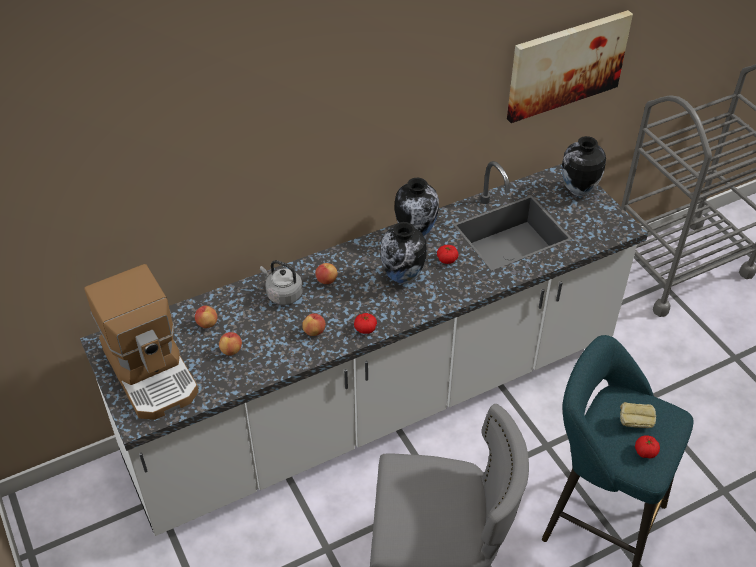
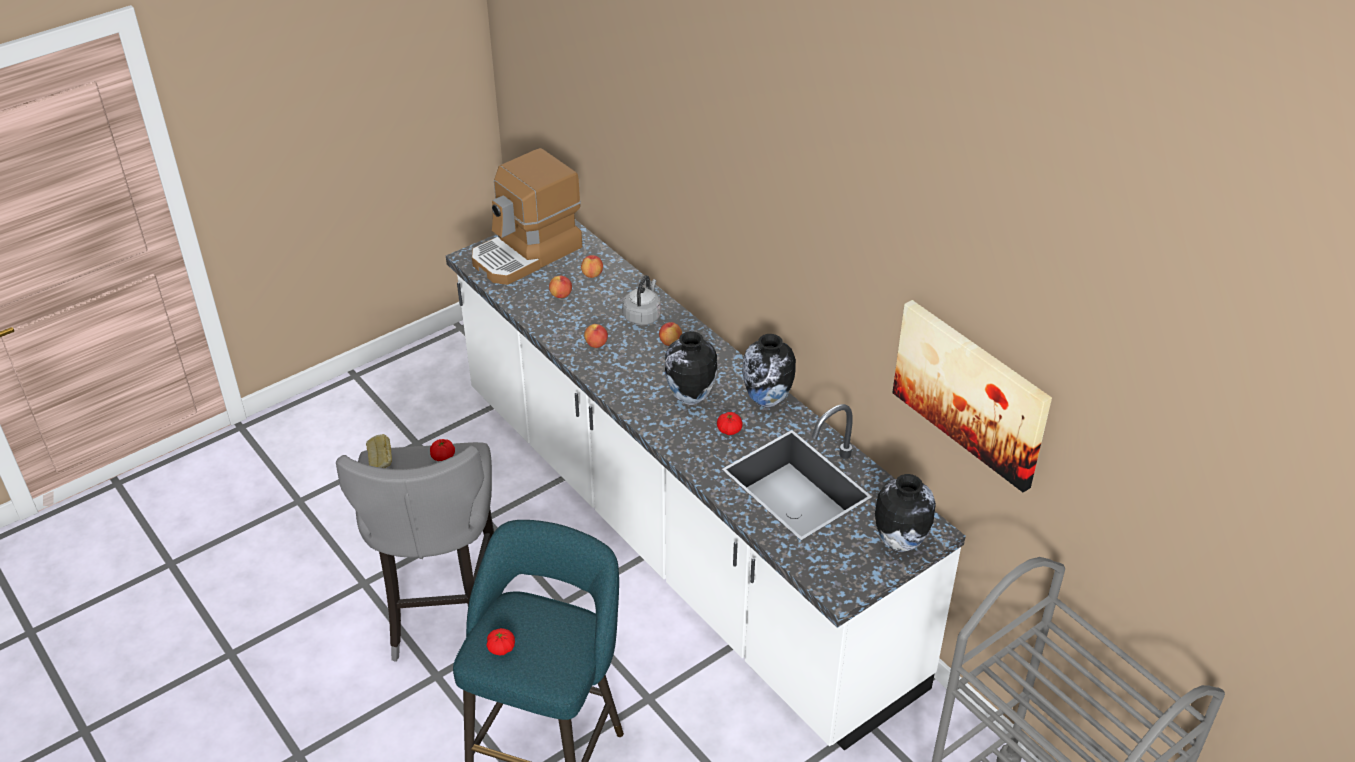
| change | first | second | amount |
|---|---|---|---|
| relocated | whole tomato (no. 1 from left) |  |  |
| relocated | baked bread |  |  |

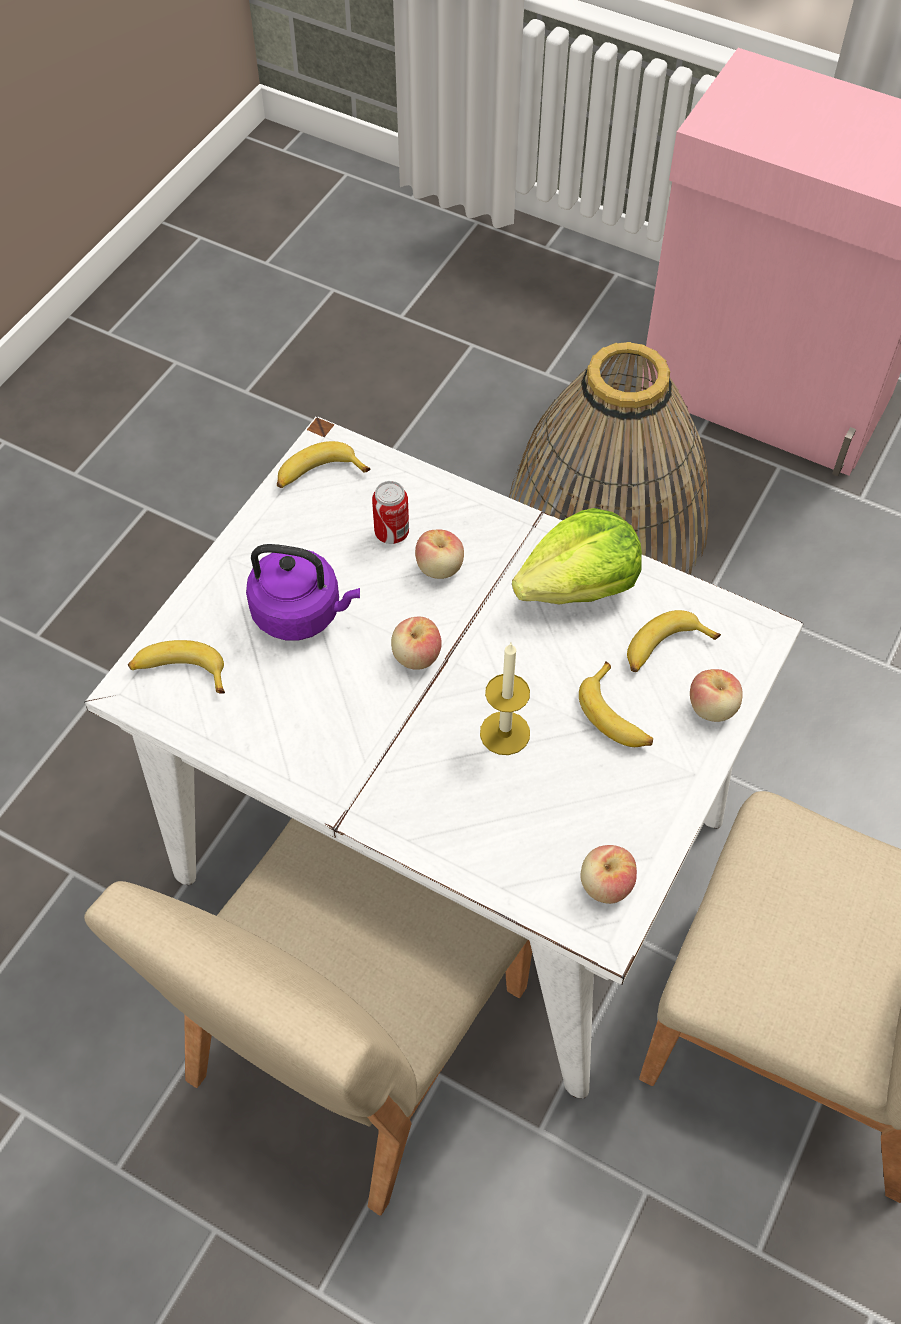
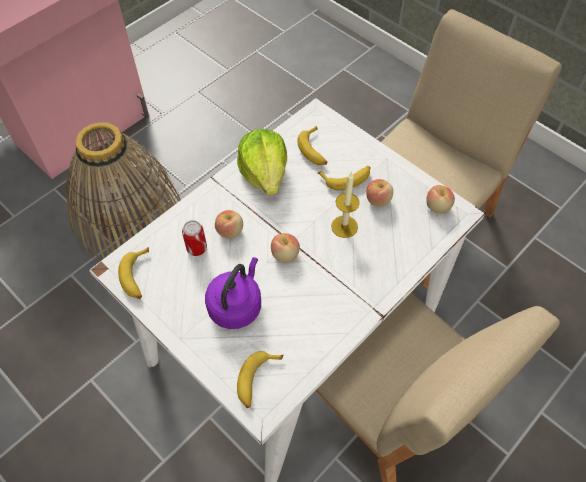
| change | first | second | amount |
|---|---|---|---|
| relocated | whole apple (no. 4 from left in the first image) | whole apple (no. 3 from left) |  |

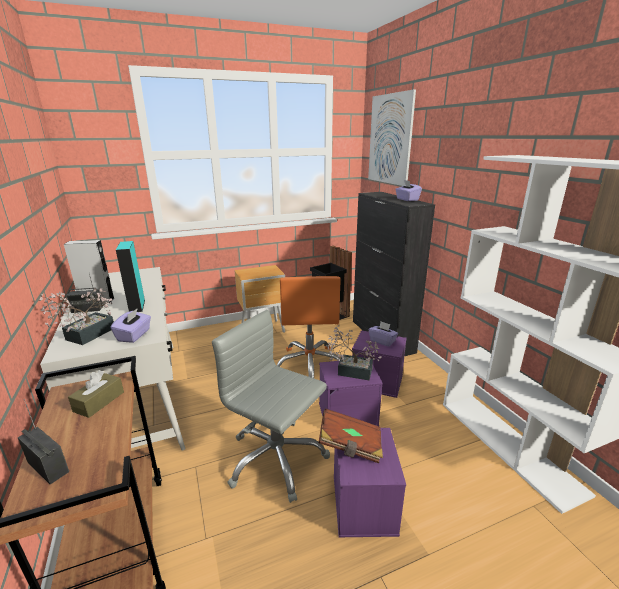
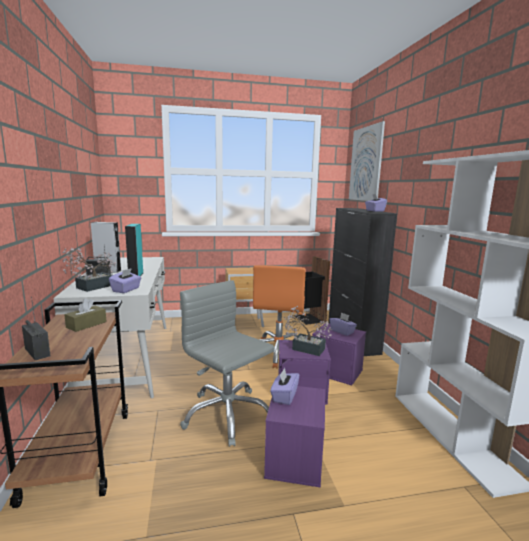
| change | first | second | amount |
|---|---|---|---|
| exchanged | brown book | purple tissue box (no. 2 from left) |  |

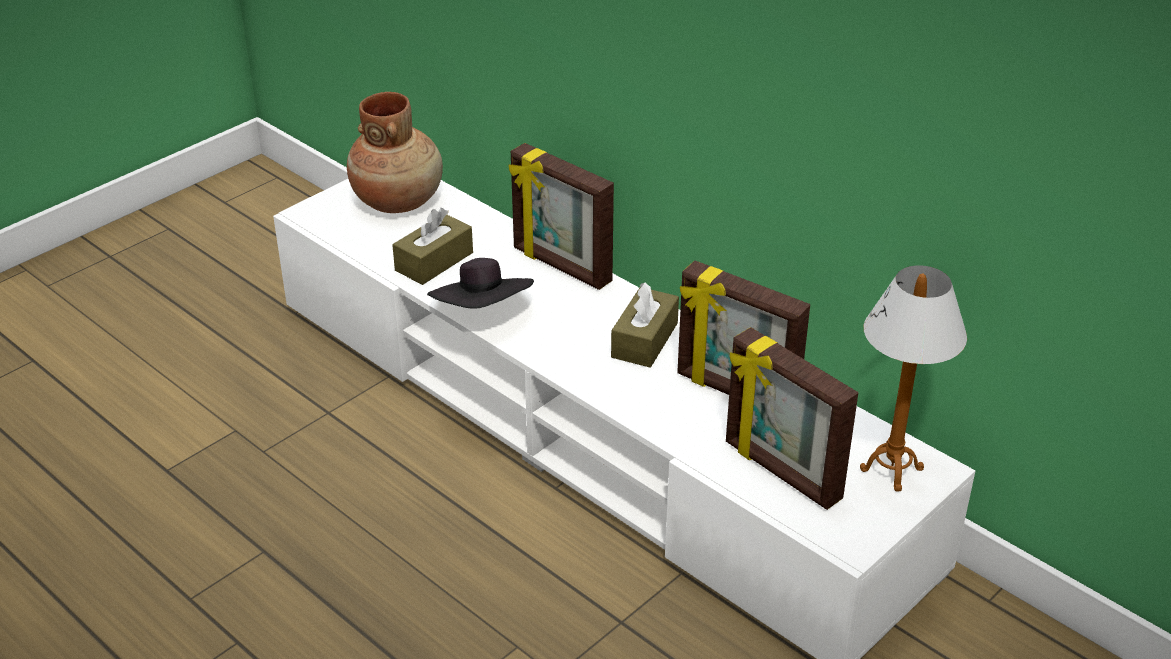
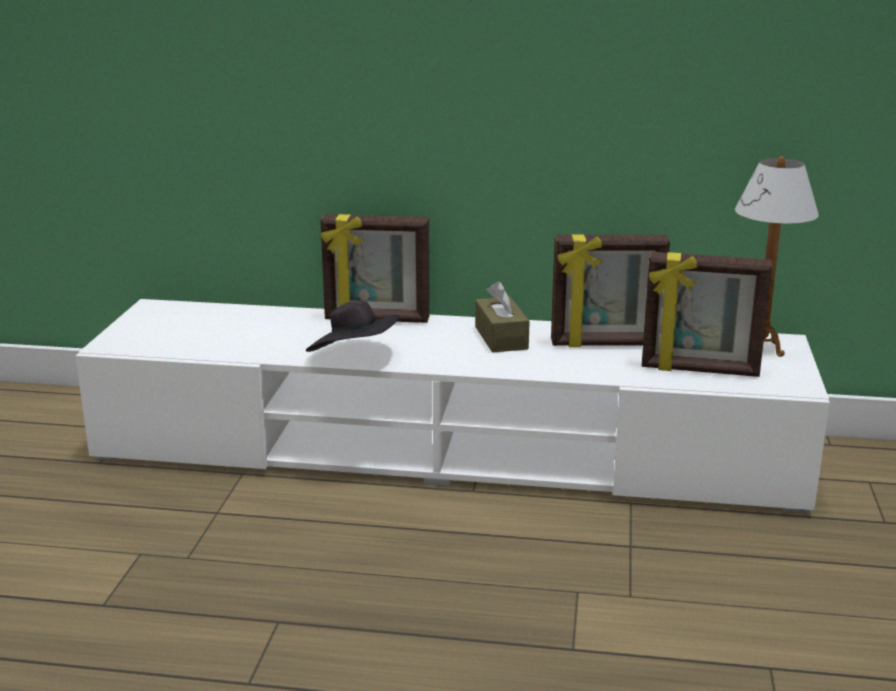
| change | first | second | amount |
|---|---|---|---|
| missing | brown flower vase |  |  |
| missing | brown tissue box (no. 1 from left) |  |  |

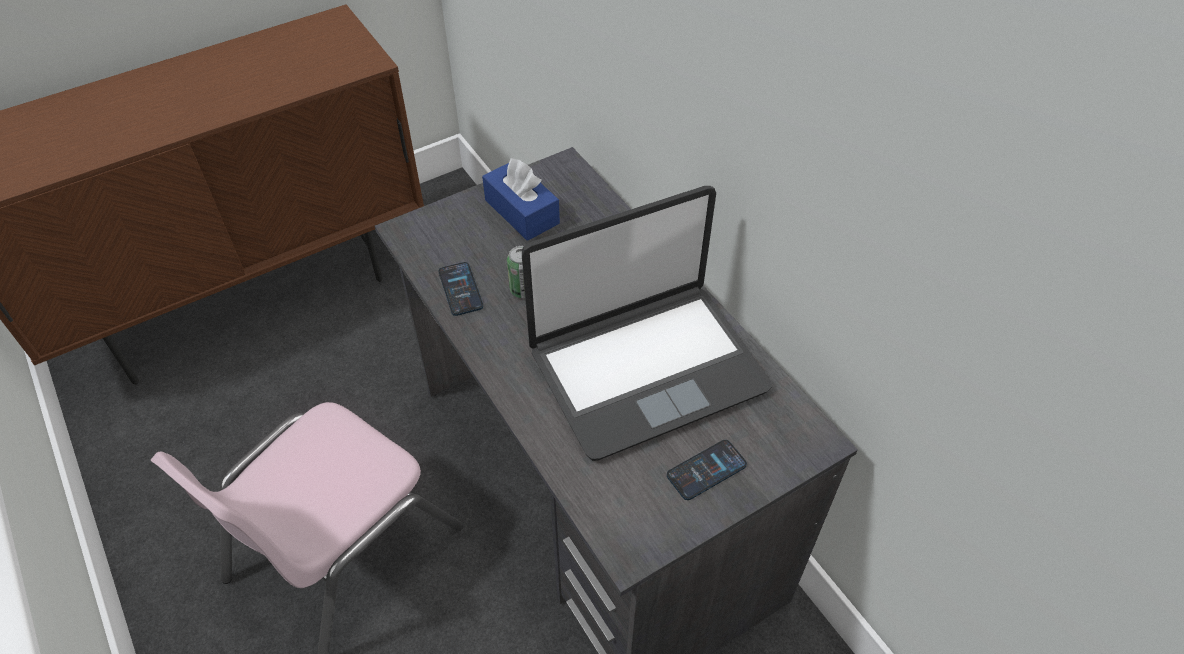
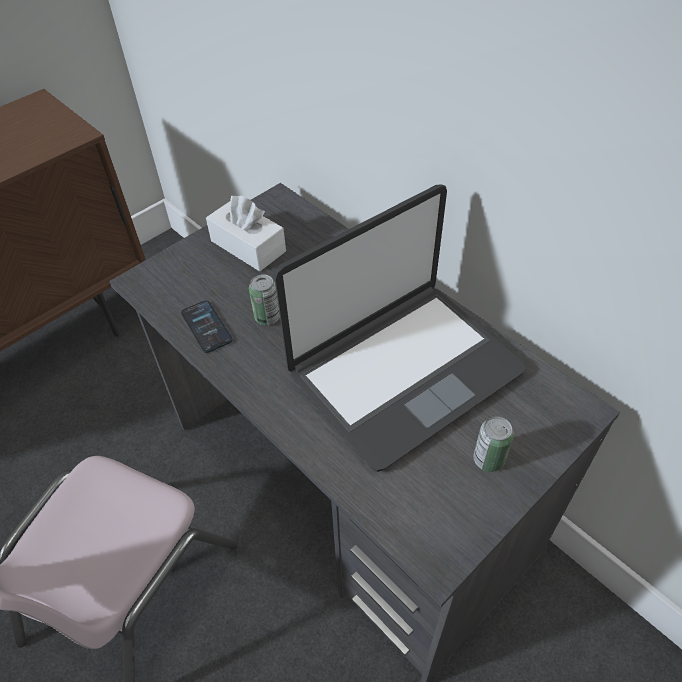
| change | first | second | amount |
|---|---|---|---|
| exchanged | telephone (no. 2 from left) | sealed can (no. 2 from left) |  |
| colour | blue tissue box | white-coloured tissue box |  |

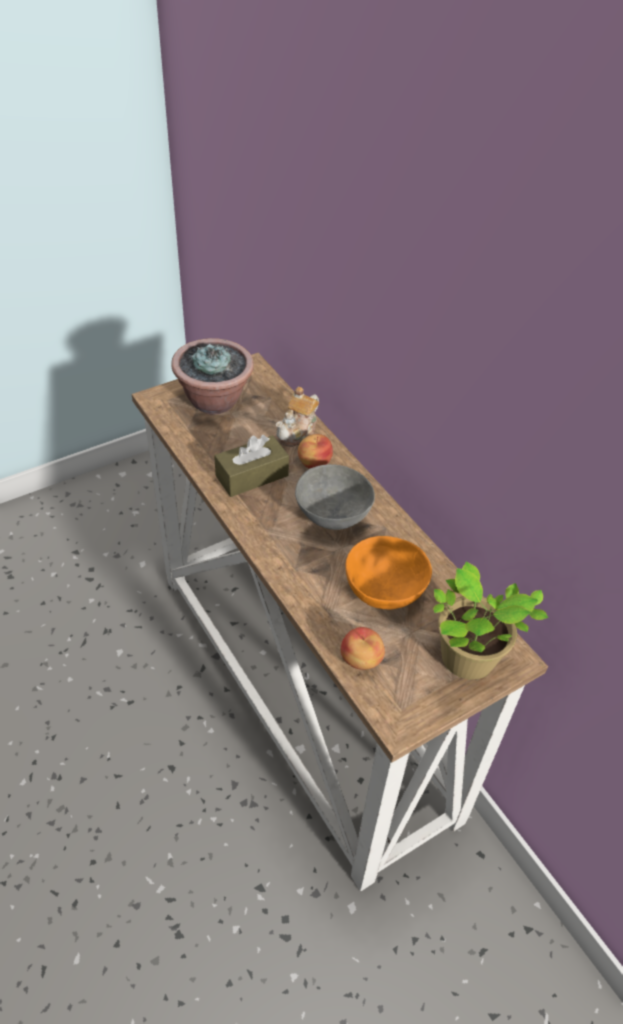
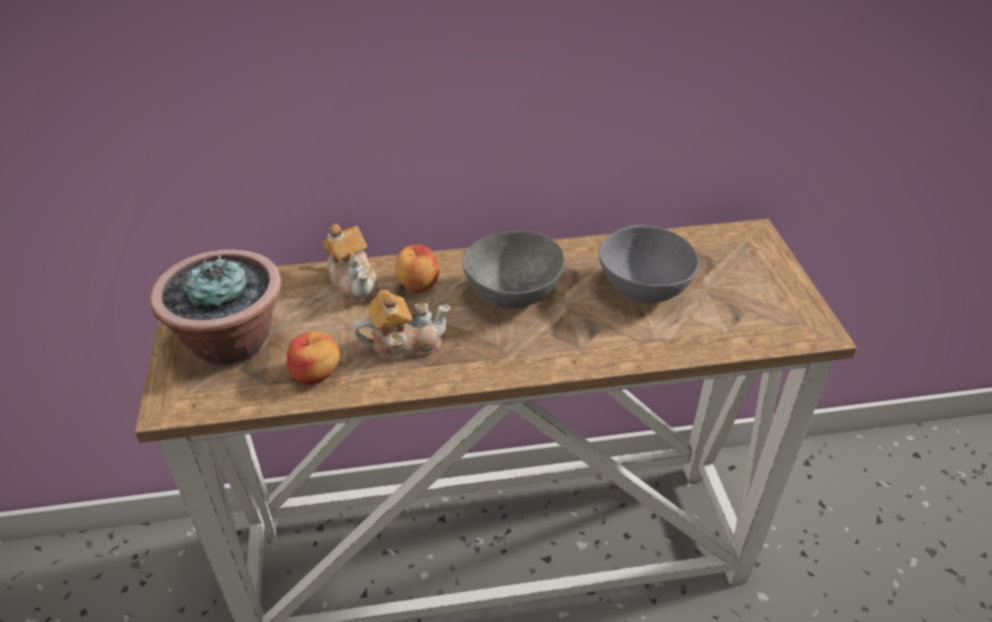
| change | first | second | amount |
|---|---|---|---|
| missing | plant in a pot (no. 2 from left) |  |  |
| relocated | whole apple (no. 2 from left in the first image) | whole apple (no. 1 from left) |  |
| exchanged | brown tissue box | teapot (no. 2 from left) |  |
| colour | orange deep dish | greyish deep dish (no. 2 from left) |  |

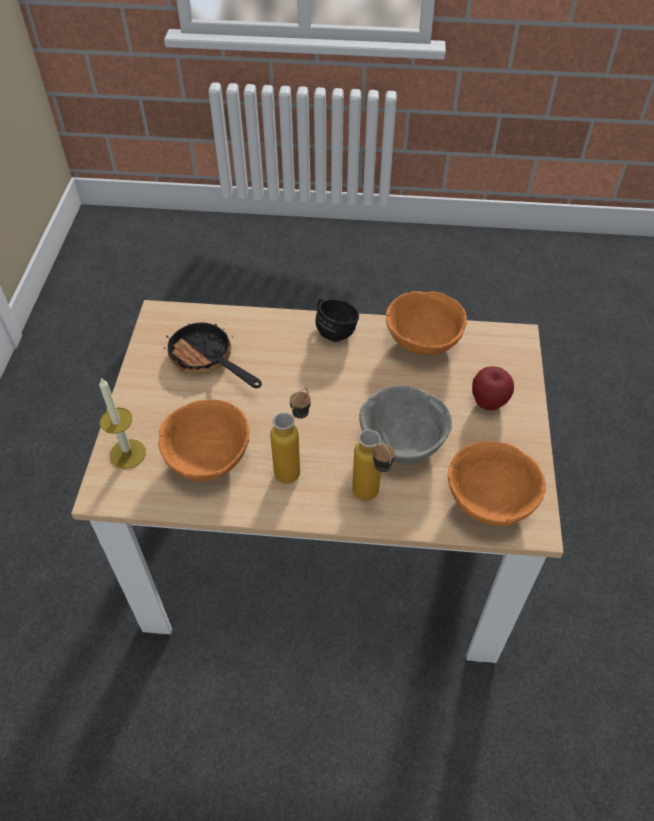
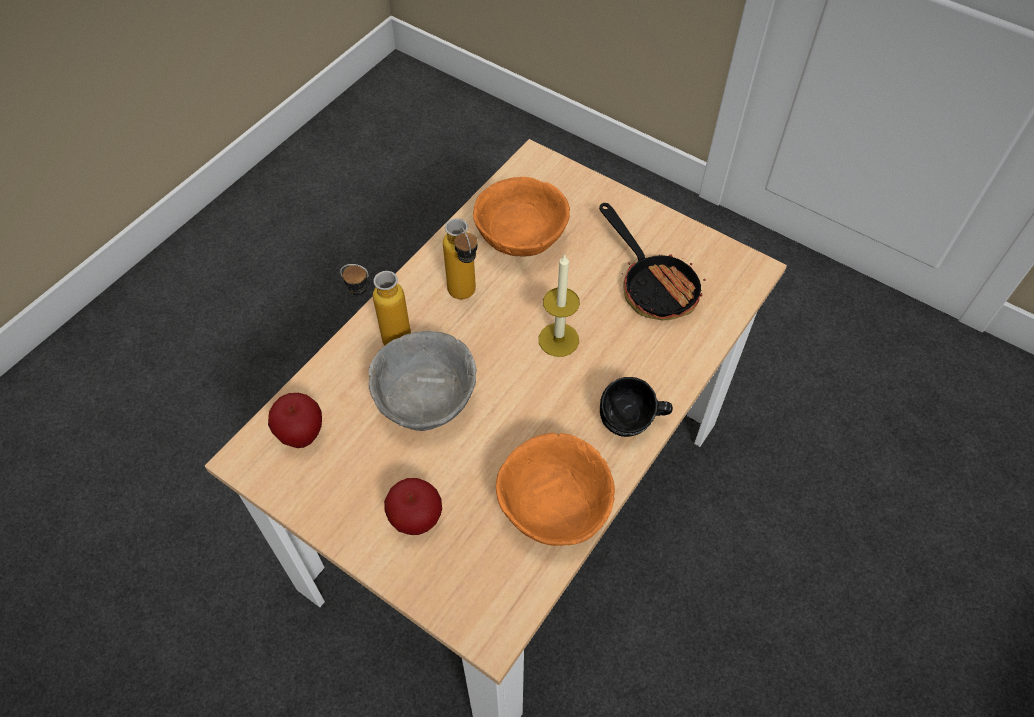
| change | first | second | amount |
|---|---|---|---|
| relocated | candle |  |  |
| exchanged | orange deep dish (no. 3 from left) | whole apple (no. 1 from left) |  |
| spun | pan |  | 75 degrees clockwise |

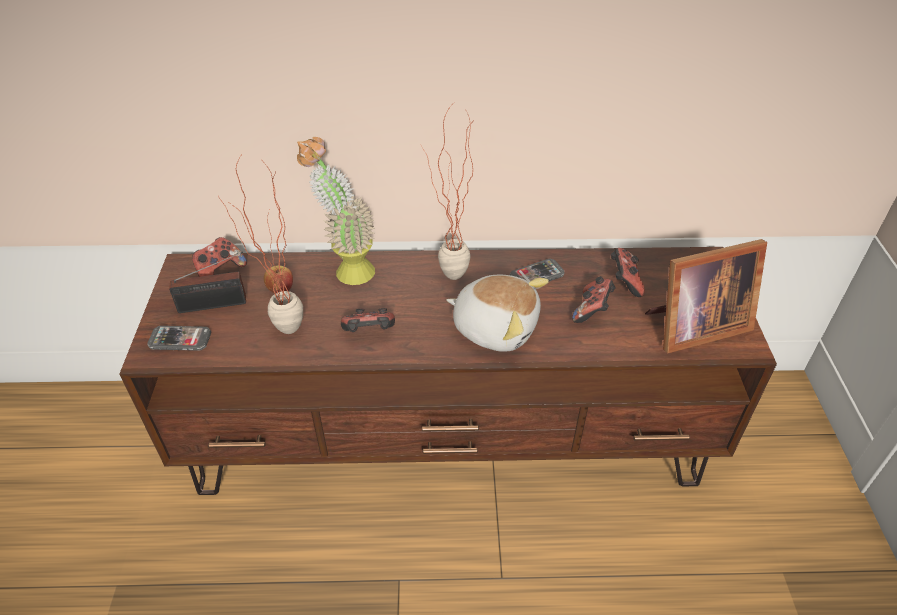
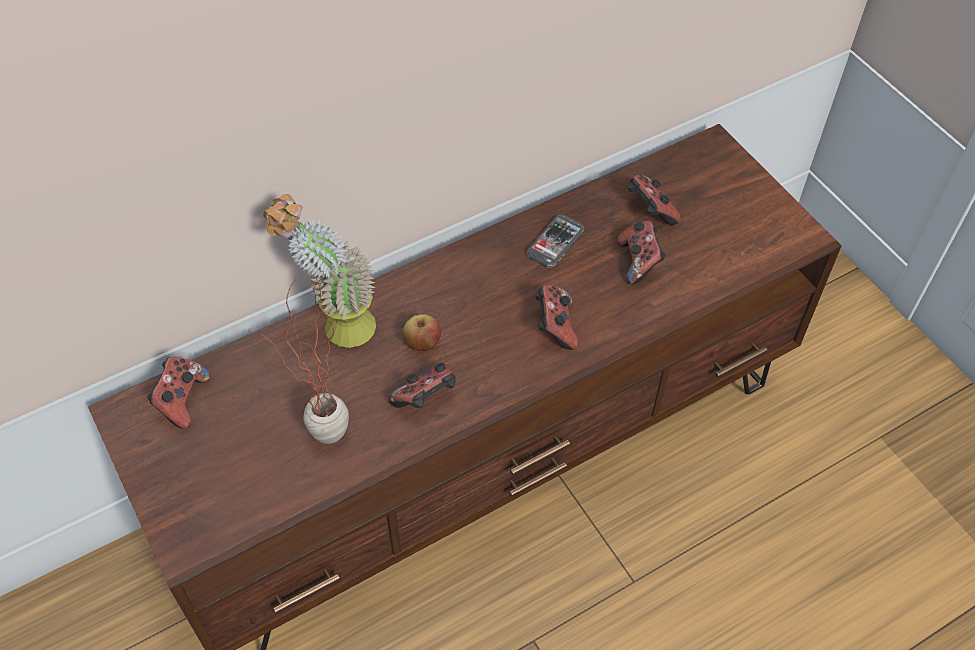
| change | first | second | amount |
|---|---|---|---|
| missing | telephone (no. 1 from left) |  |  |
| missing | radio set |  |  |
| missing | plant in a pot (no. 3 from left) |  |  |
| missing | photo frame |  |  |
| relocated | whole apple |  |  |
| exchanged | cuddly toy | game controller (no. 3 from left) |  |

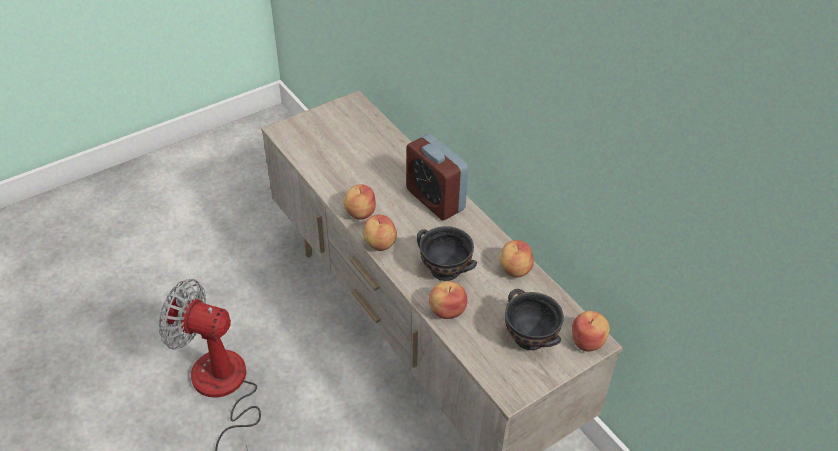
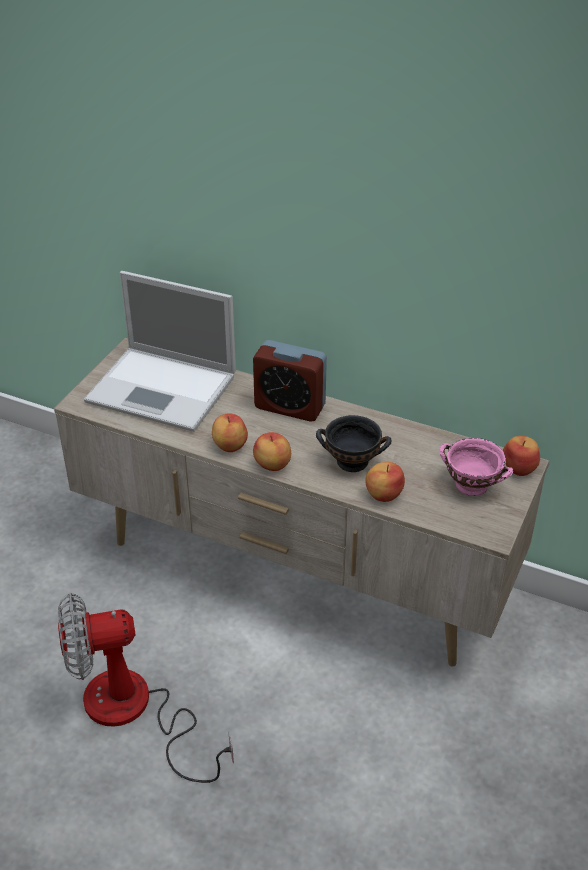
| change | first | second | amount |
|---|---|---|---|
| missing | whole apple (no. 4 from left) |  |  |
| appeared |  | notebook computer |  |
| colour | black deep dish (no. 2 from left) | pink deep dish |  |

